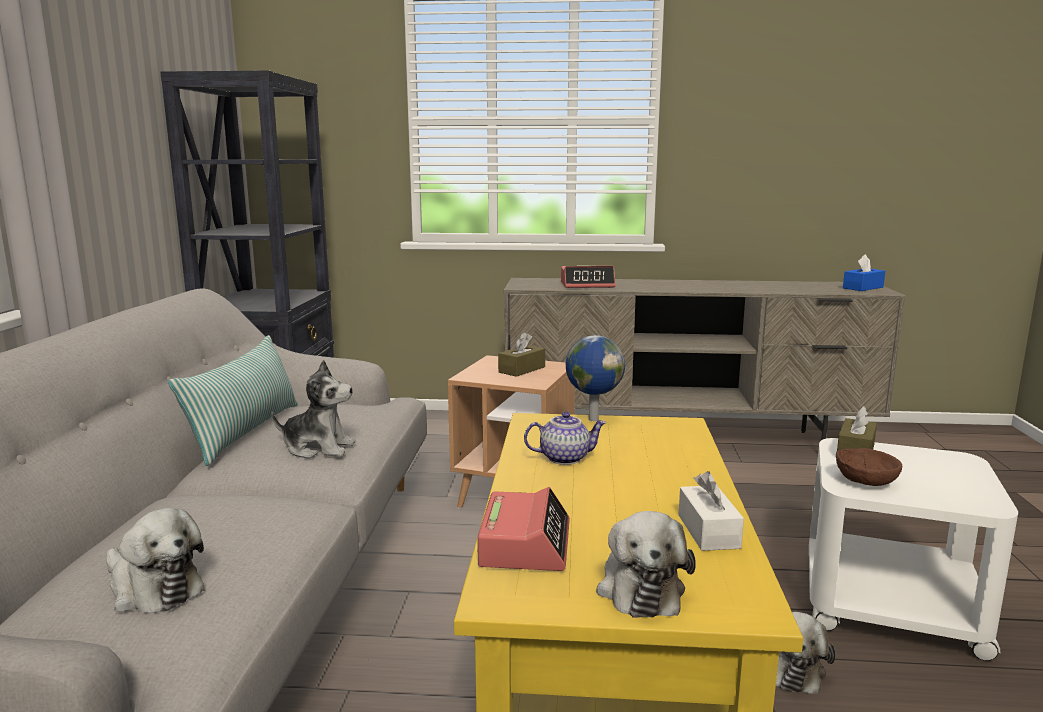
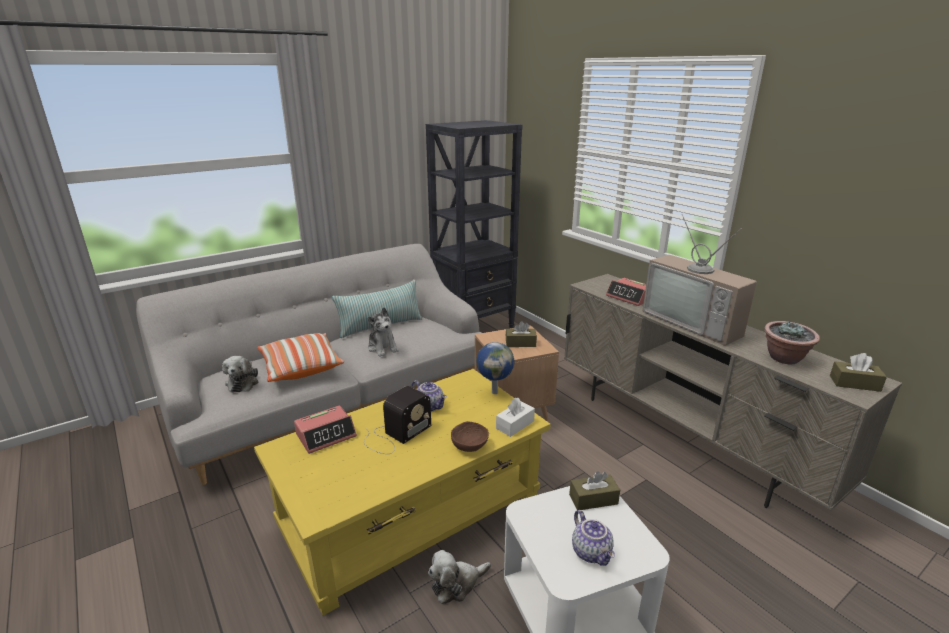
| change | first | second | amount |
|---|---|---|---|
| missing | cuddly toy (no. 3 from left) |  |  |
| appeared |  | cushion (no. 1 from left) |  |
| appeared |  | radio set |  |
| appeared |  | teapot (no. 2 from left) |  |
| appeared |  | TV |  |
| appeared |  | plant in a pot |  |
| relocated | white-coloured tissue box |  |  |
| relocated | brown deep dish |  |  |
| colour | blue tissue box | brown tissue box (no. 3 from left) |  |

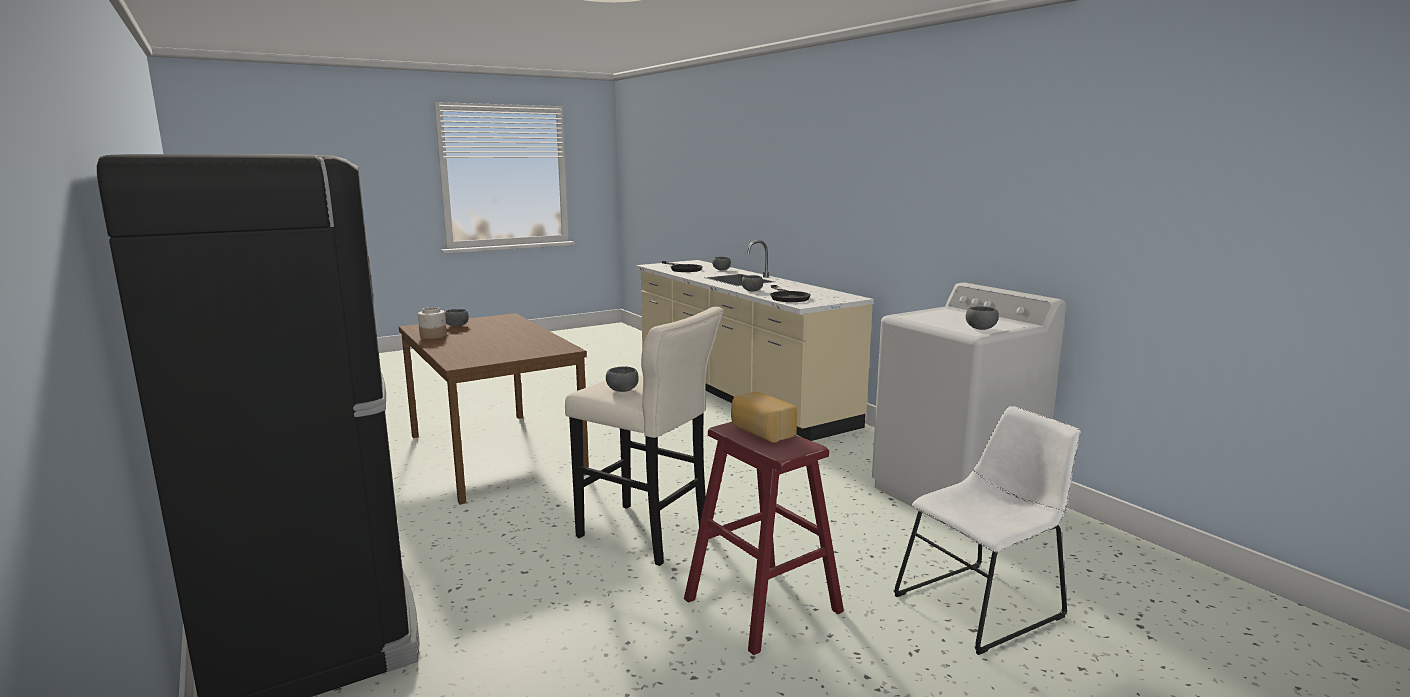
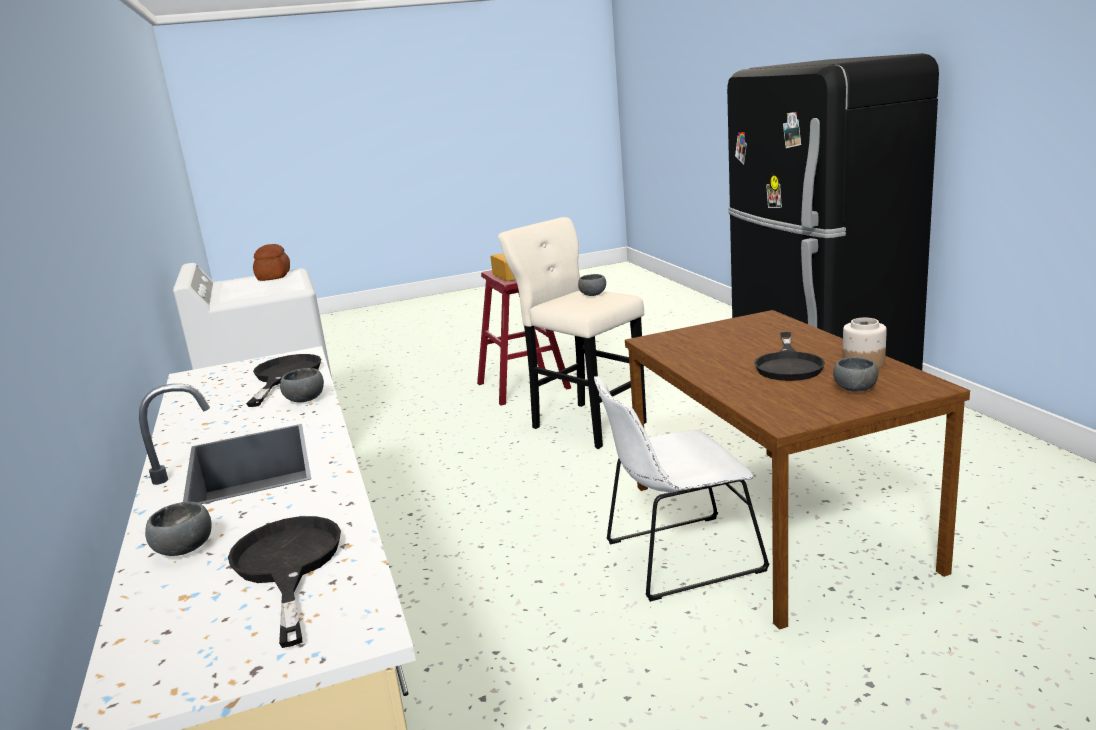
| change | first | second | amount |
|---|---|---|---|
| appeared |  | black pan (no. 3 from left) |  |
| relocated | white-coloured plain chair |  |  |
| exchanged | greyish deep dish (no. 5 from left) | baked bread (no. 1 from left) |  |

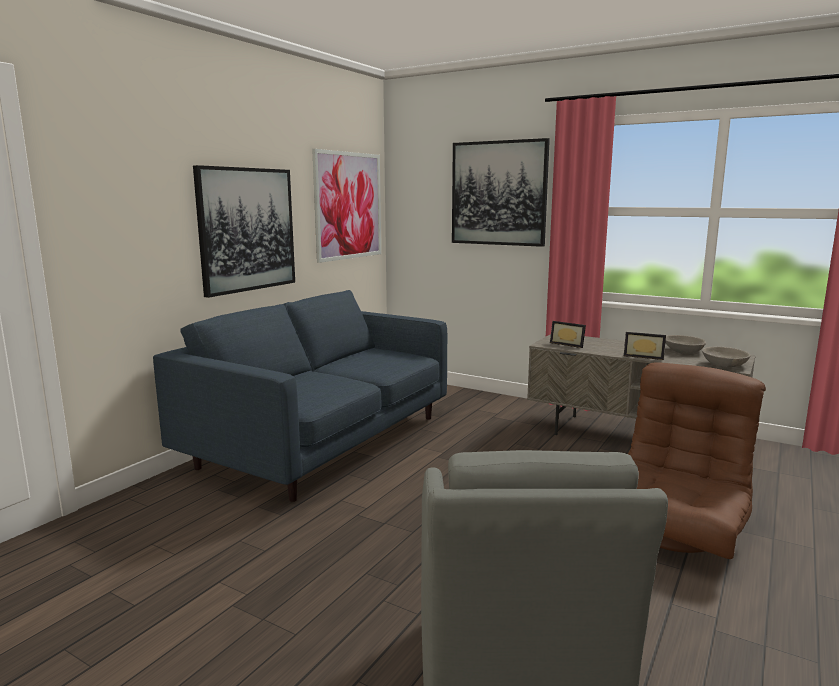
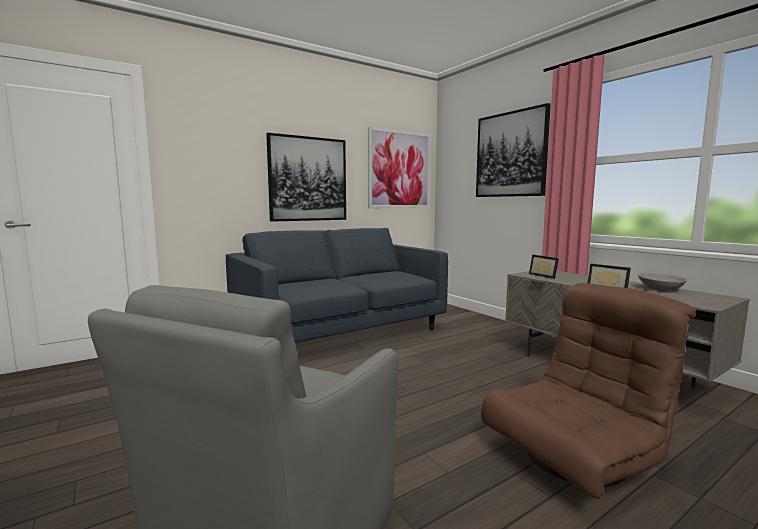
| change | first | second | amount |
|---|---|---|---|
| missing | greyish deep dish (no. 2 from left) |  |  |

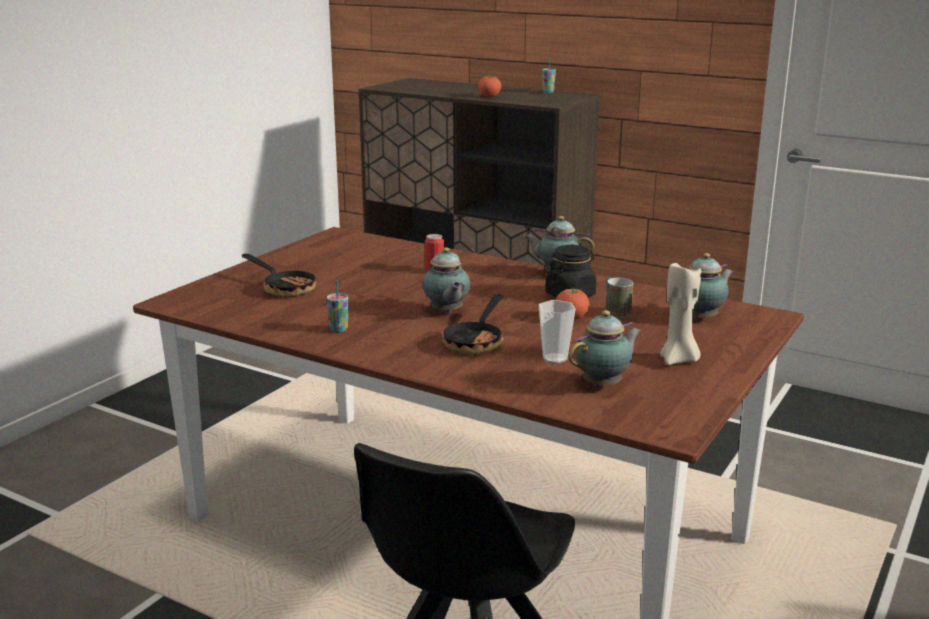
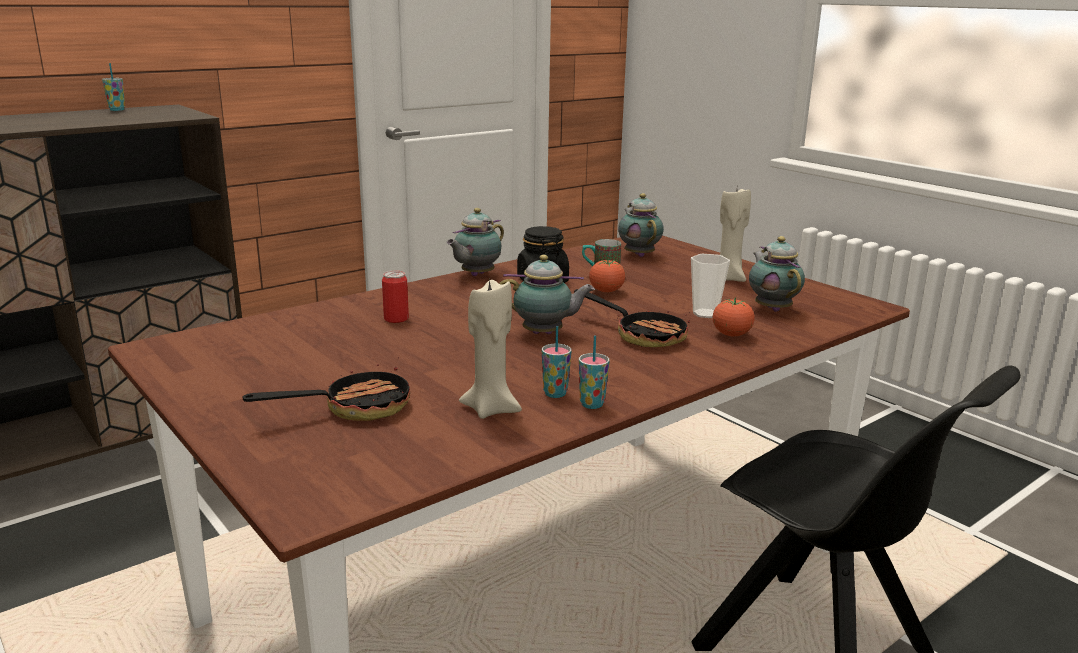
| change | first | second | amount |
|---|---|---|---|
| appeared |  | sand-coloured candle (no. 1 from left) |  |
| appeared |  | drinking cup (no. 3 from left) |  |
| relocated | whole tomato (no. 1 from left in the first image) | whole tomato (no. 2 from left) |  |

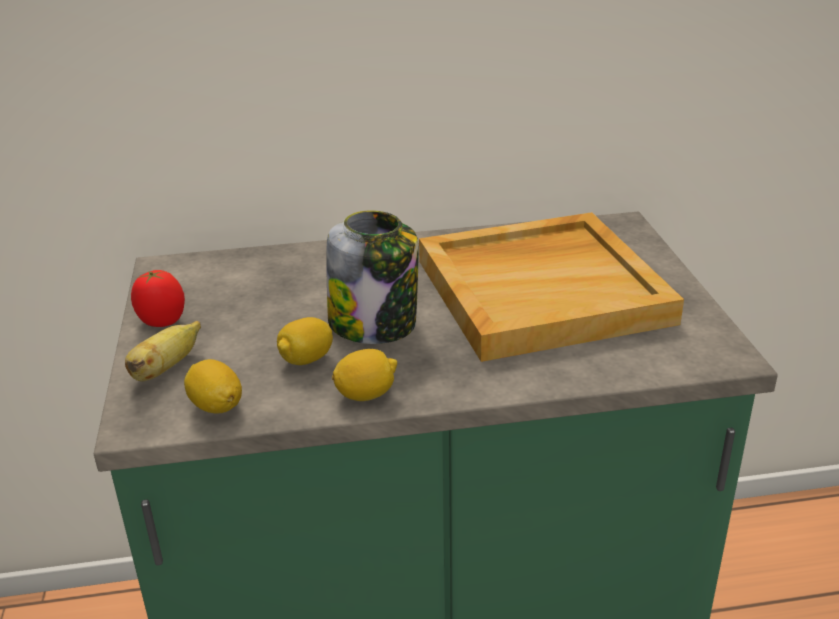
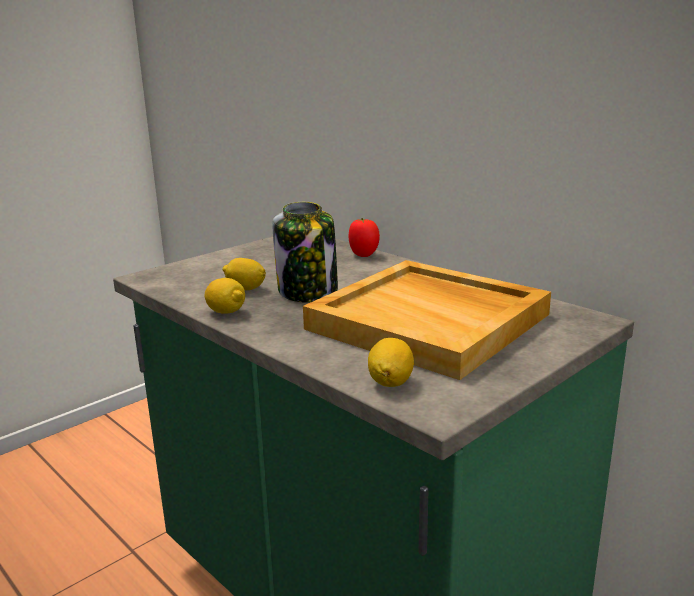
| change | first | second | amount |
|---|---|---|---|
| missing | banana fruit |  |  |
| relocated | whole tomato |  |  |
| relocated | whole lemon (no. 1 from left in the first image) | whole lemon (no. 3 from left) |  |

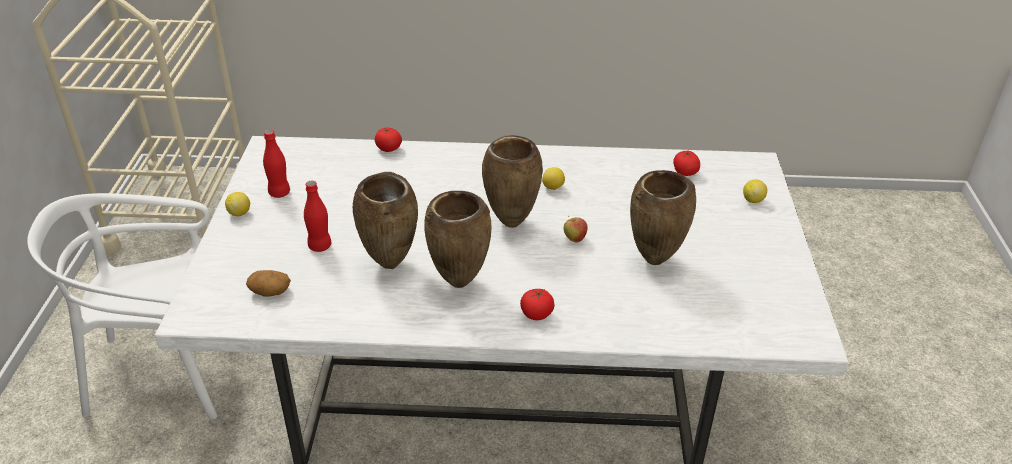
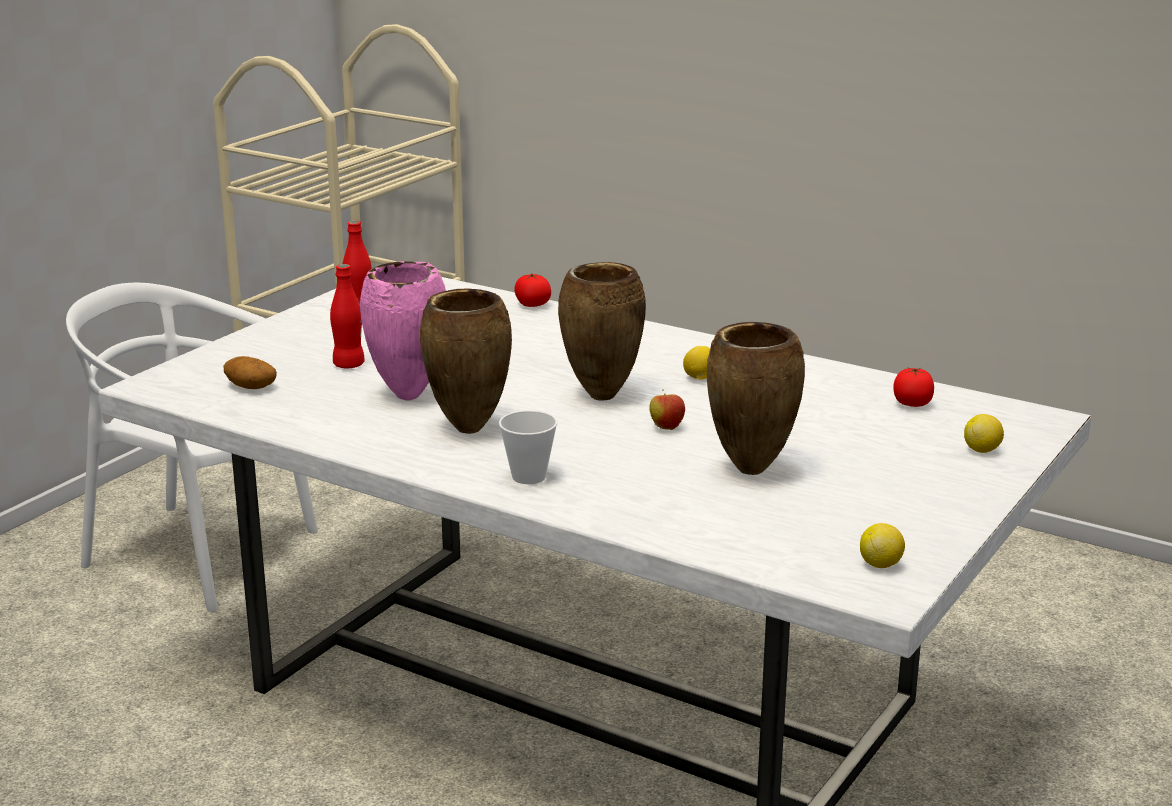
| change | first | second | amount |
|---|---|---|---|
| relocated | whole lemon (no. 1 from left in the first image) | whole lemon (no. 2 from left) |  |
| exchanged | whole tomato (no. 2 from left) | drinking cup |  |
| colour | brown flower vase (no. 1 from left) | pink flower vase |  |

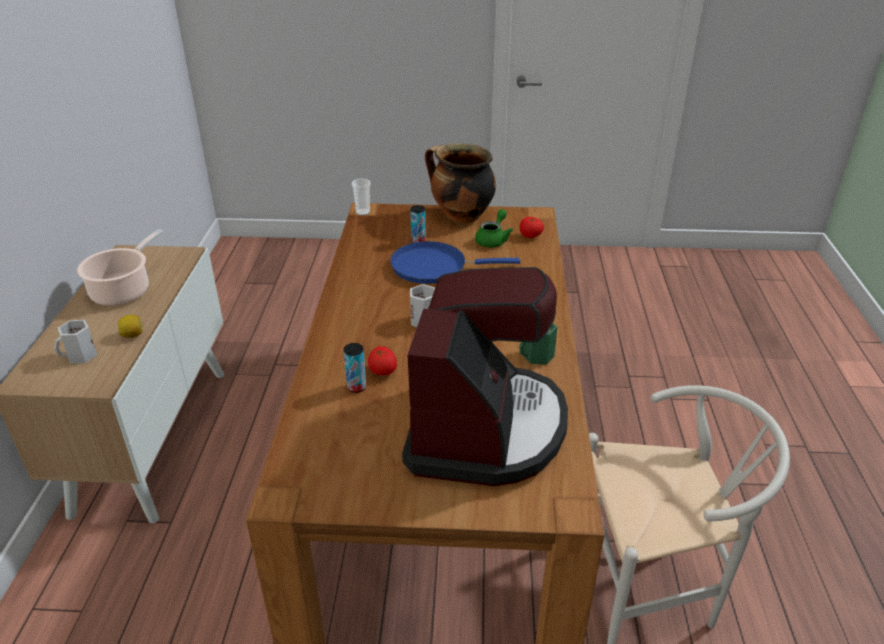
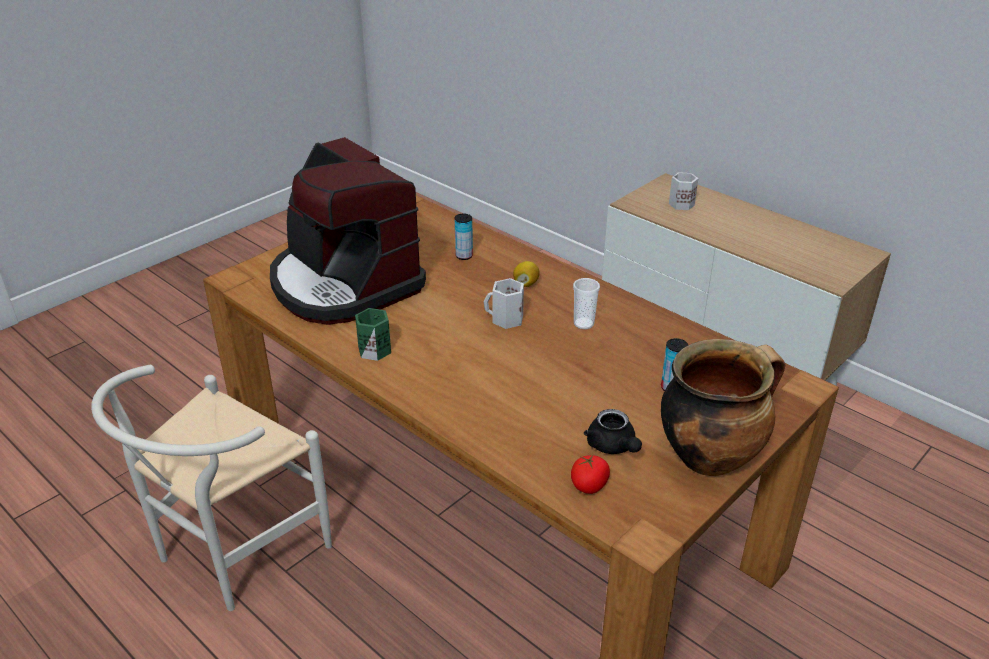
| change | first | second | amount |
|---|---|---|---|
| missing | cooking pot (no. 1 from left) |  |  |
| missing | whole tomato (no. 1 from left) |  |  |
| missing | blue pan |  |  |
| relocated | whole lemon |  |  |
| relocated | drinking cup |  |  |
| colour | greenish teapot | black teapot |  |

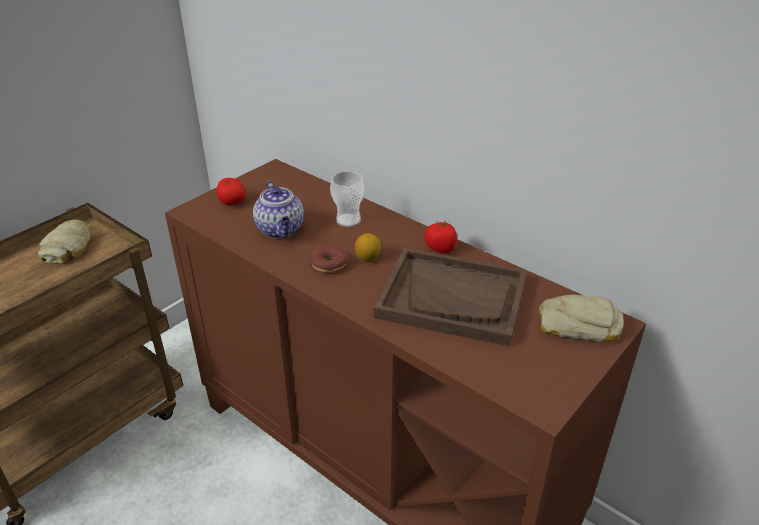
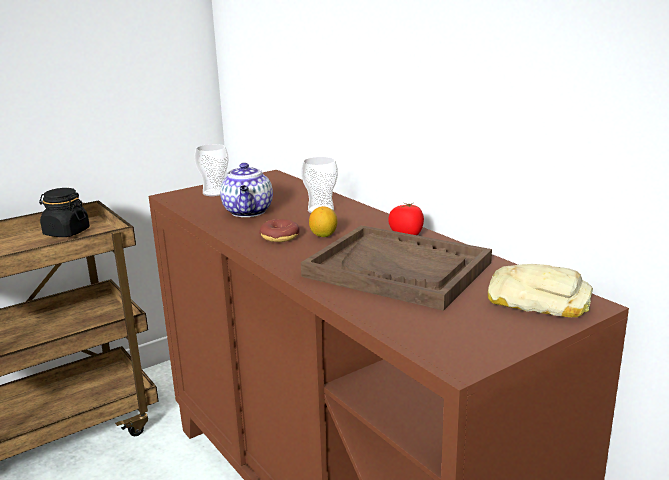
| change | first | second | amount |
|---|---|---|---|
| exchanged | baked bread (no. 1 from left) | black jar |  |
| exchanged | whole tomato (no. 1 from left) | drinking cup (no. 1 from left) |  |

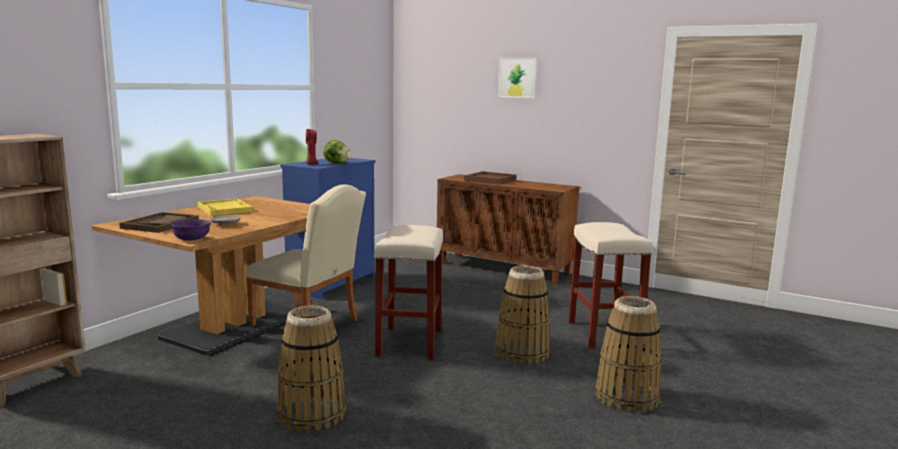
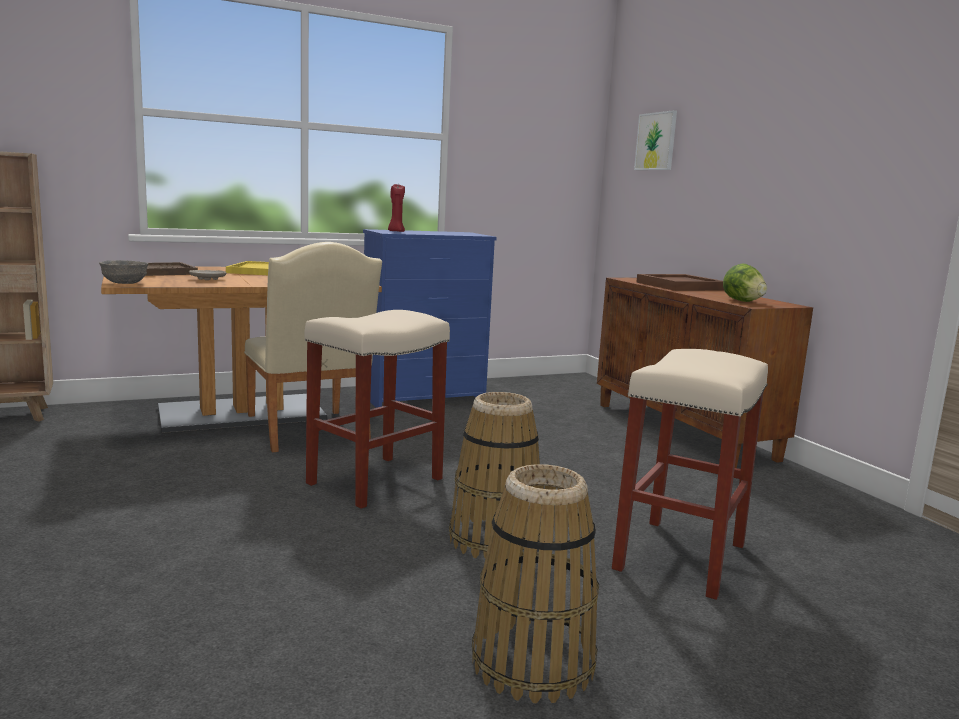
| change | first | second | amount |
|---|---|---|---|
| missing | storage basket (no. 1 from left) |  |  |
| relocated | lettuce head |  |  |
| relocated | picture |  |  |
| colour | purple deep dish | greyish deep dish |  |

